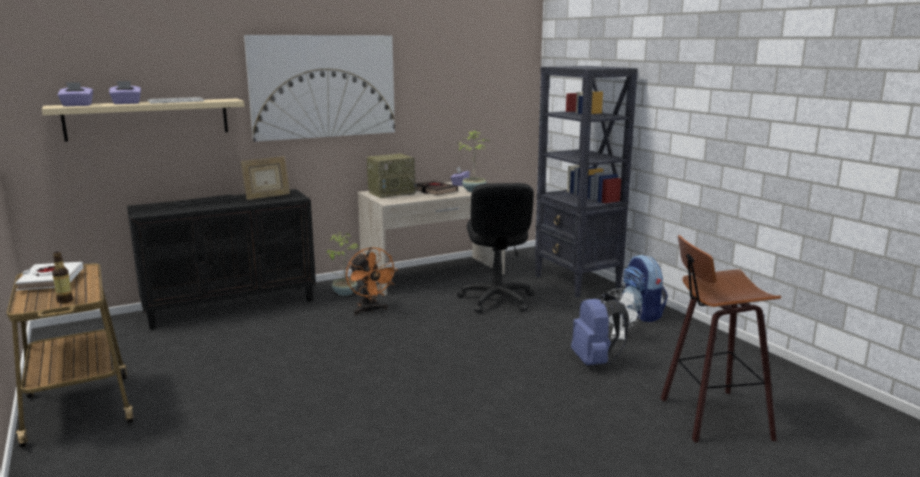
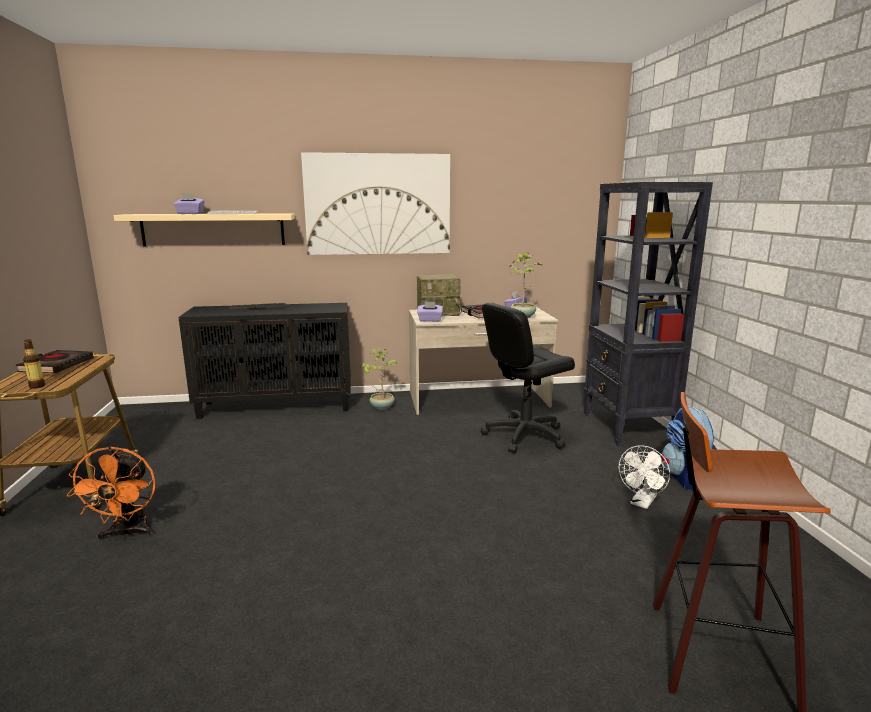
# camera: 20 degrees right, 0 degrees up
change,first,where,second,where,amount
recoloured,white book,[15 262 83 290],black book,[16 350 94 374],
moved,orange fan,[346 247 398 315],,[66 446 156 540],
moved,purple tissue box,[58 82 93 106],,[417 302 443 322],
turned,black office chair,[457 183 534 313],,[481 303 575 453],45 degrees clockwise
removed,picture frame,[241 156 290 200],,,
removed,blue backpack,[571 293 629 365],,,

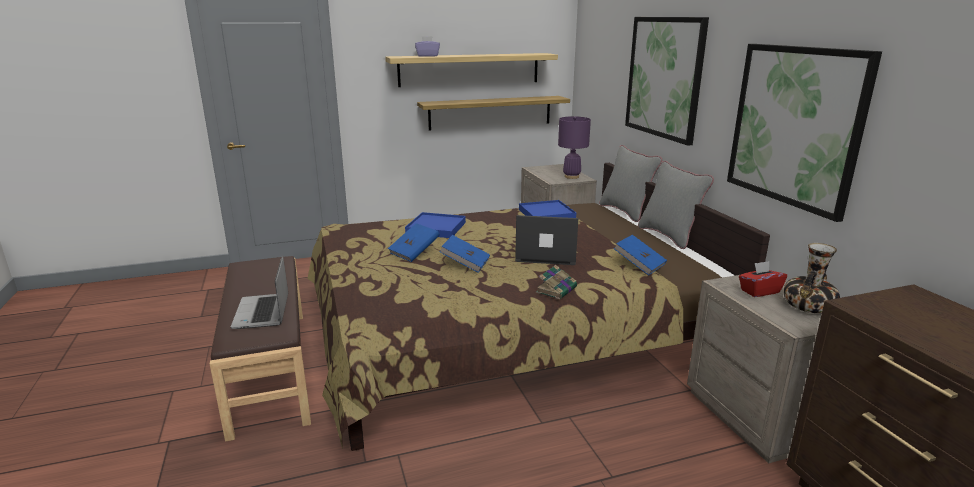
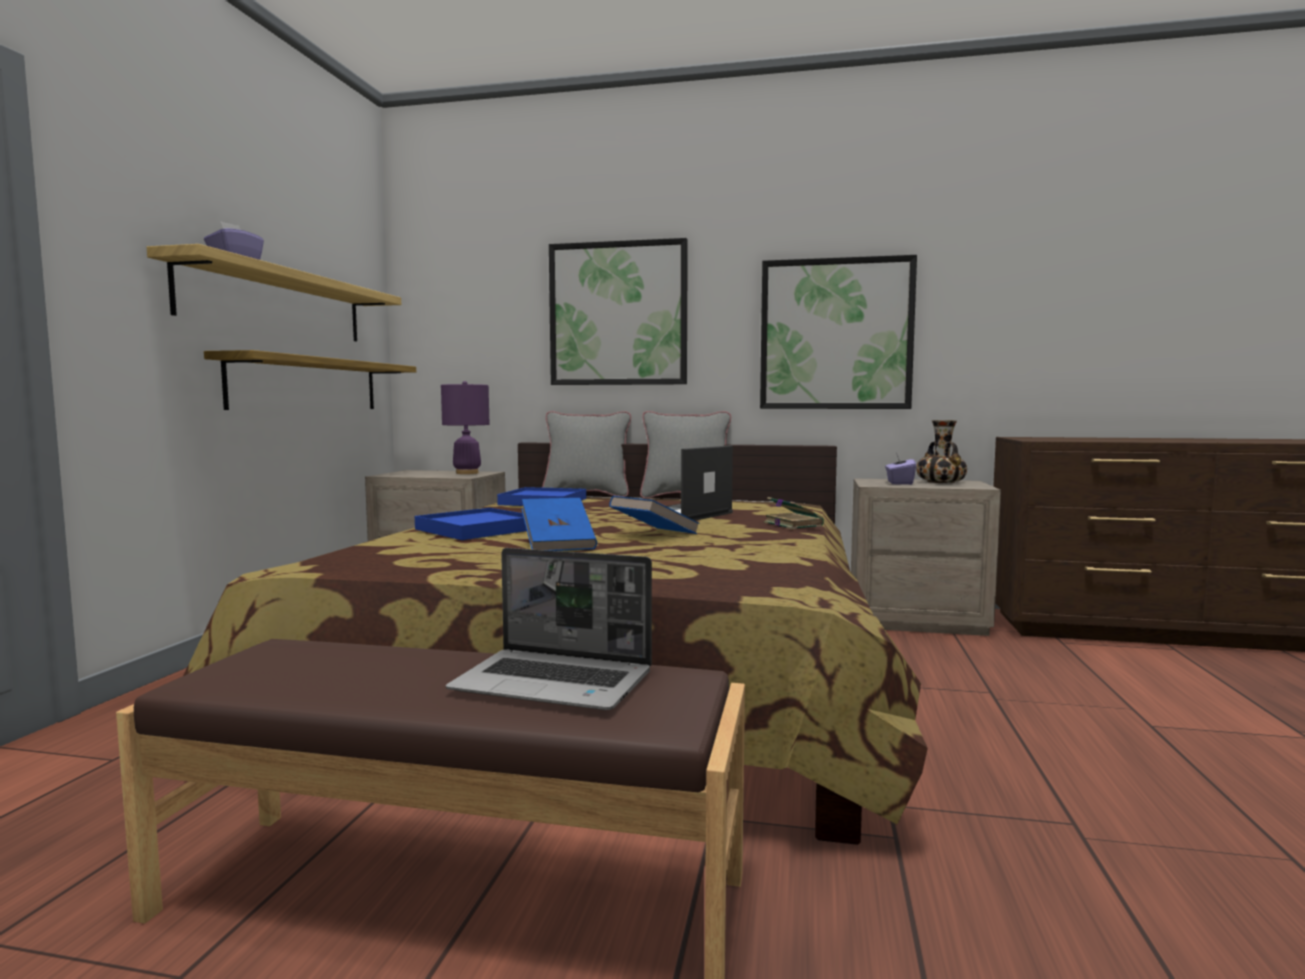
# camera: 60 degrees left, 15 degrees down
change,first,where,second,where,amount
recoloured,red tissue box,[739 261 787 297],purple tissue box,[885 452 916 485],
removed,blue book,[613 235 667 275],,,

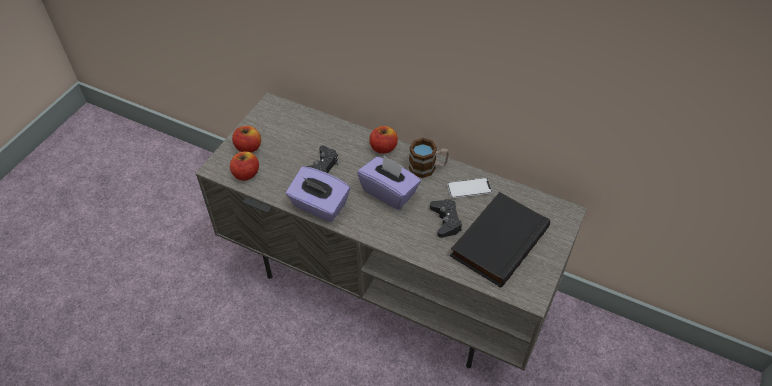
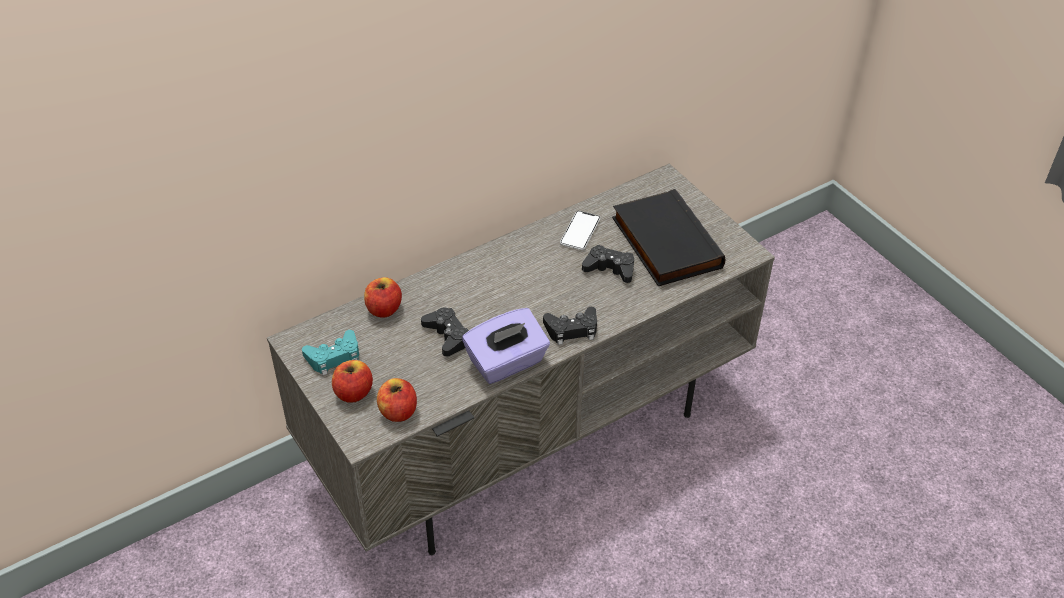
# camera: 60 degrees left, 5 degrees down
change,first,where,second,where,amount
added,,,turquoise game controller,[302 330 359 375],
moved,apple,[369 126 398 154],,[364 277 402 318],
added,,,black game controller,[543 307 597 345],
removed,purple tissue box,[357 155 421 210],,,
removed,mug,[409 138 449 178],,,

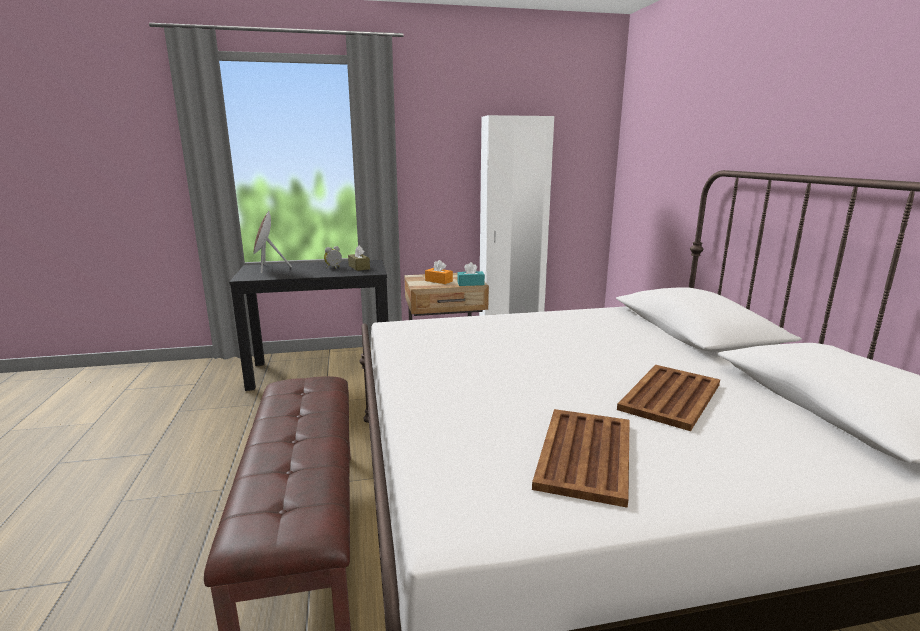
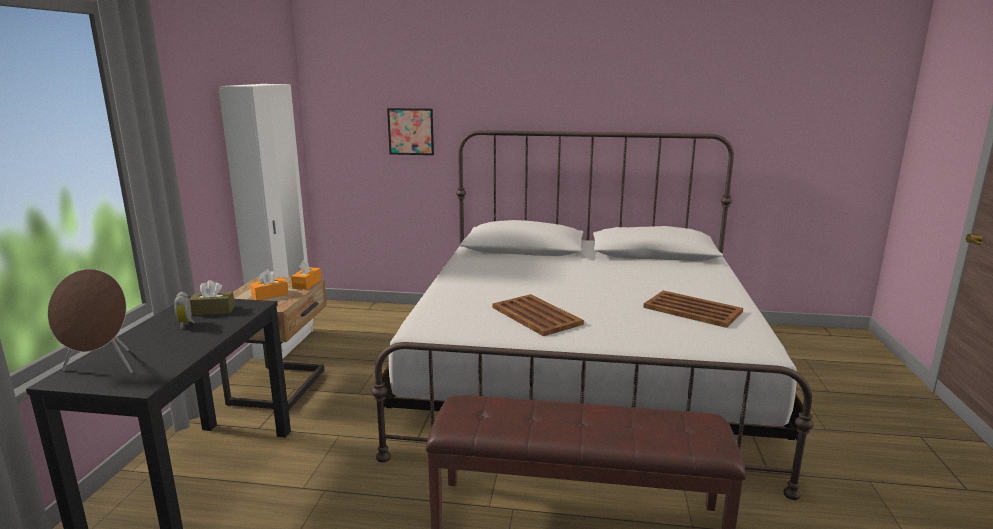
# camera: 70 degrees left, 0 degrees up
change,first,where,second,where,amount
recoloured,turquoise tissue box,[457 262 485 286],orange tissue box,[291 260 322 290],
added,,,picture,[387 108 434 155],
moved,brown tray,[617 365 720 431],,[493 294 584 336],

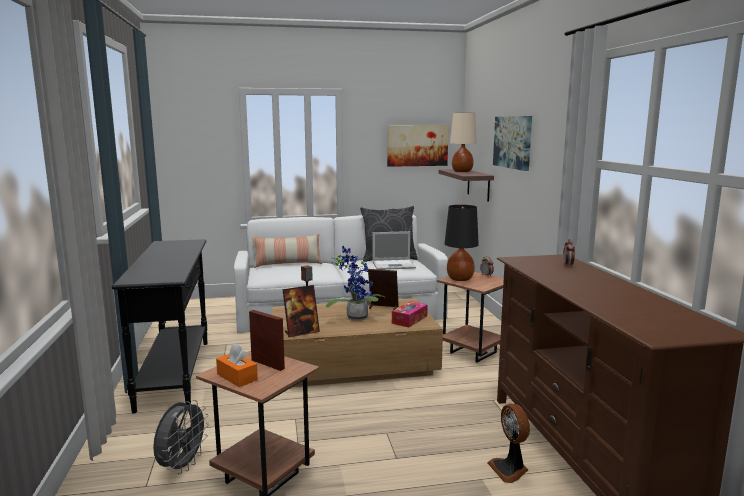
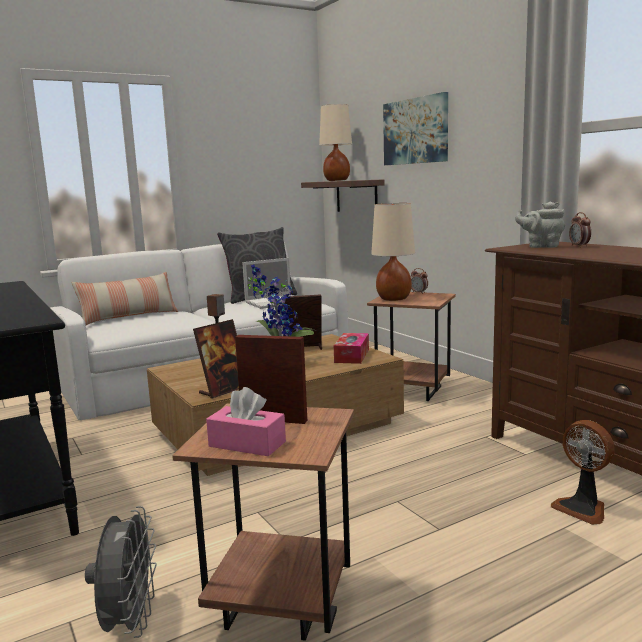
# camera: 20 degrees left, 0 degrees up
change,first,where,second,where,amount
recoloured,orange tissue box,[216 344 258 387],pink tissue box,[206 387 286 456],
recoloured,black table lamp,[444 205 479 281],beige table lamp,[371 203 415 301],
added,,,grey teapot,[515 202 565 248],
removed,picture,[387 125 449 167],,,

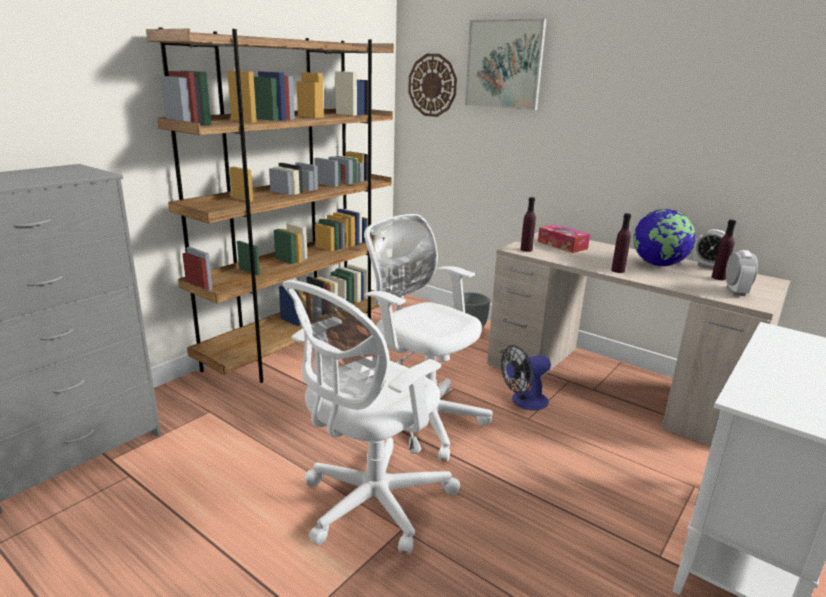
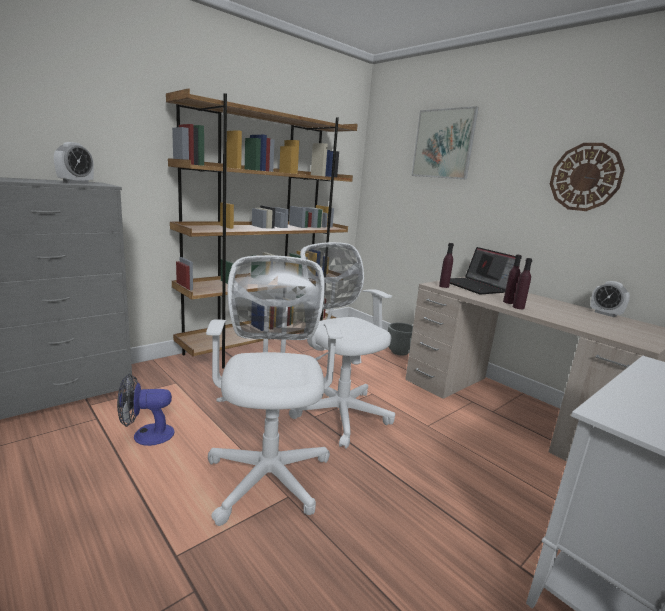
# camera: 10 degrees right, 5 degrees down
change,first,where,second,where,amount
moved,alarm clock,[725 250 758 296],,[54 142 94 184],
moved,fan,[501 345 551 410],,[117 374 174 446],
turned,white office chair,[283 280 460 555],,[206 255 343 526],120 degrees clockwise
replaced,tissue box,[538 224 590 253],laptop,[450 247 515 294],
moved,purple bottle,[712 220 736 280],,[503 255 522 304],
moved,wall clock,[408 54 457 117],,[550 143 625 211],
removed,globe,[633 209 696 266],,,

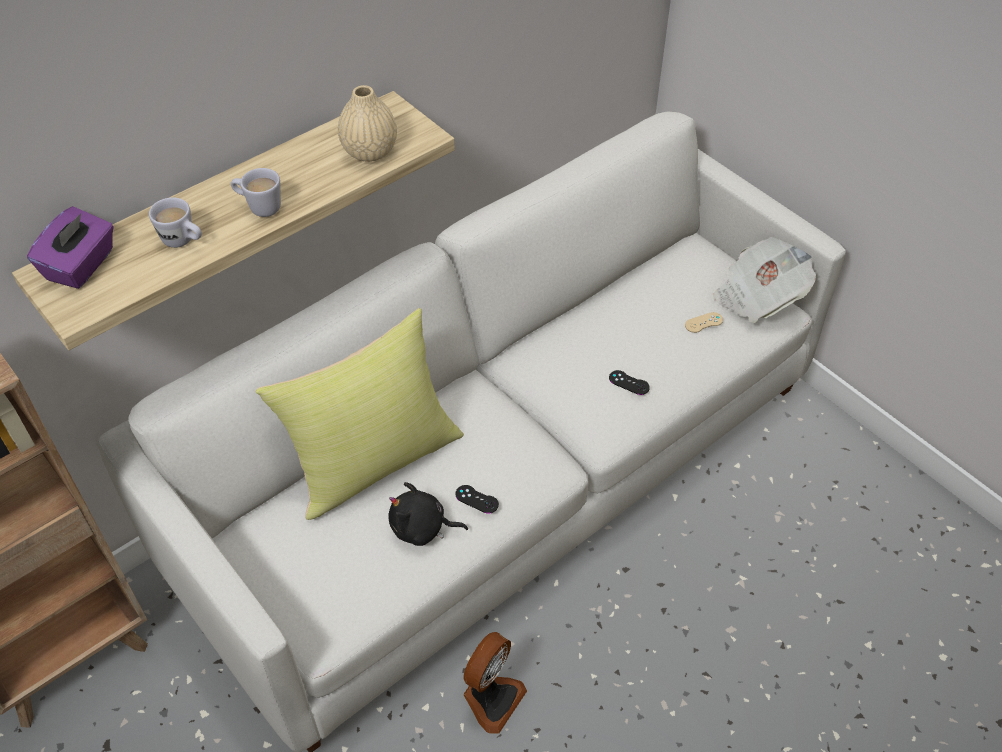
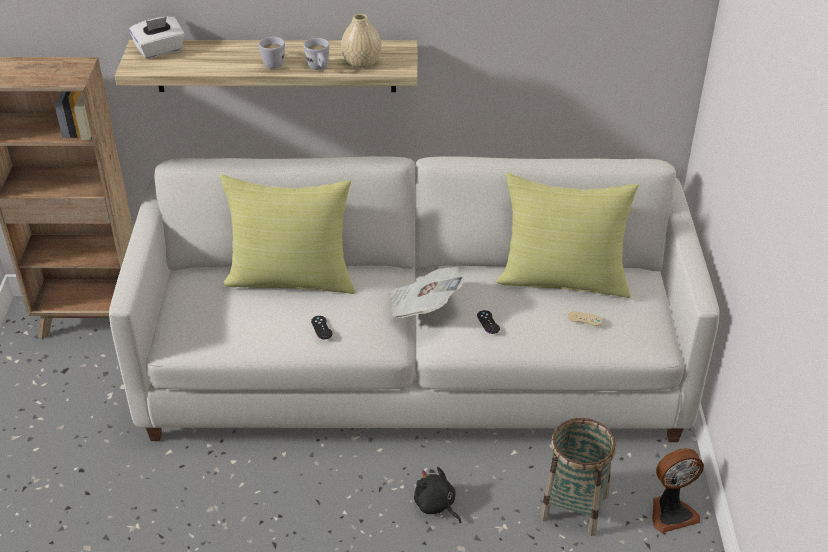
# camera: 40 degrees right, 10 degrees down
change,first,where,second,where,amount
recoloured,purple tissue box,[27 206 114 289],white tissue box,[129 16 185 59],
moved,white mug,[149 197 202 248],,[304 38 330 70],
moved,newspaper,[713 237 816 323],,[389 267 464 318],
moved,black plush toy,[388 482 468 546],,[414 467 461 523],
added,,,yellow pillow,[496 173 639 298],
added,,,basket,[540 418 616 536],
moved,fan,[463 632 527 734],,[652 448 704 533],

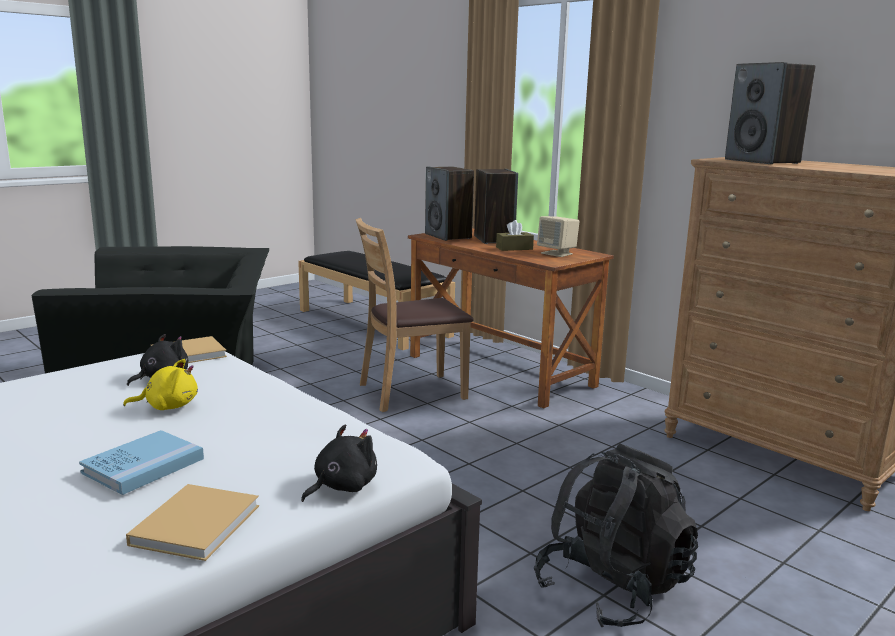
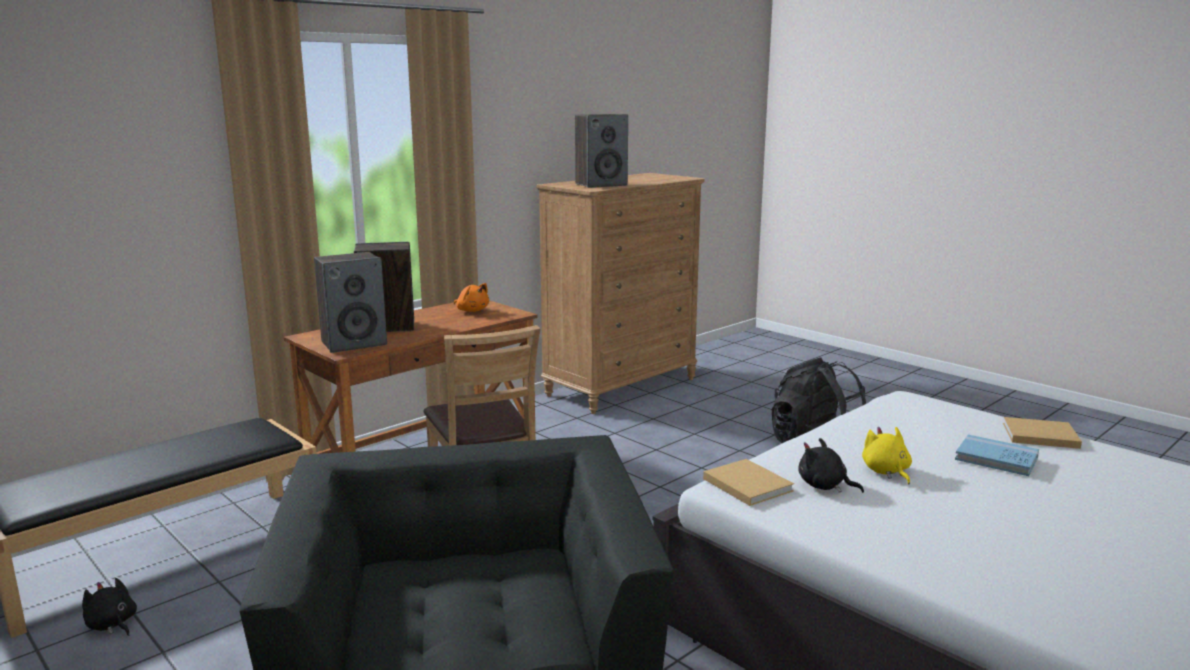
# camera: 90 degrees left, 0 degrees up
change,first,where,second,where,amount
moved,black plush toy,[301 425 377 502],,[82 578 137 636],
replaced,beige speaker,[537 216 579 257],orange plush toy,[454 283 489 312],
removed,brown tissue box,[496 220 534 251],,,

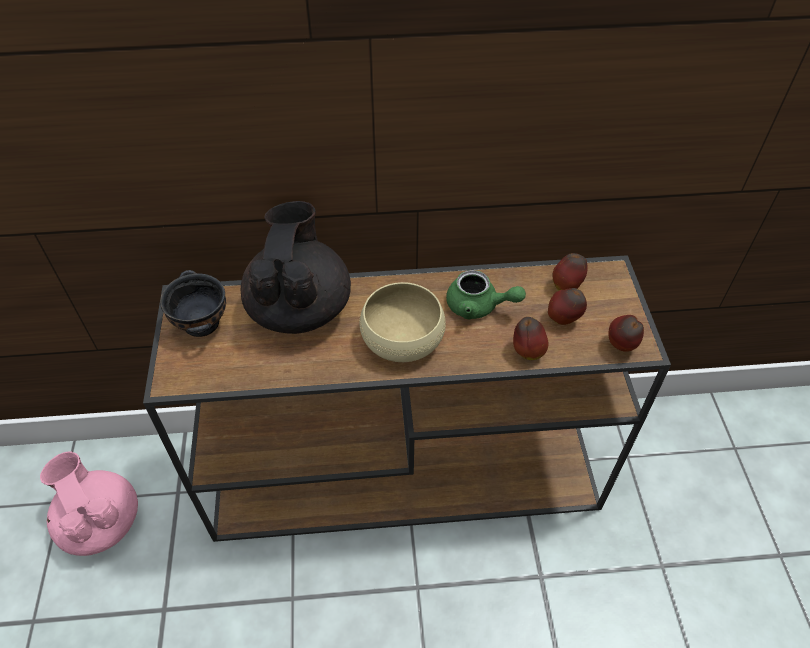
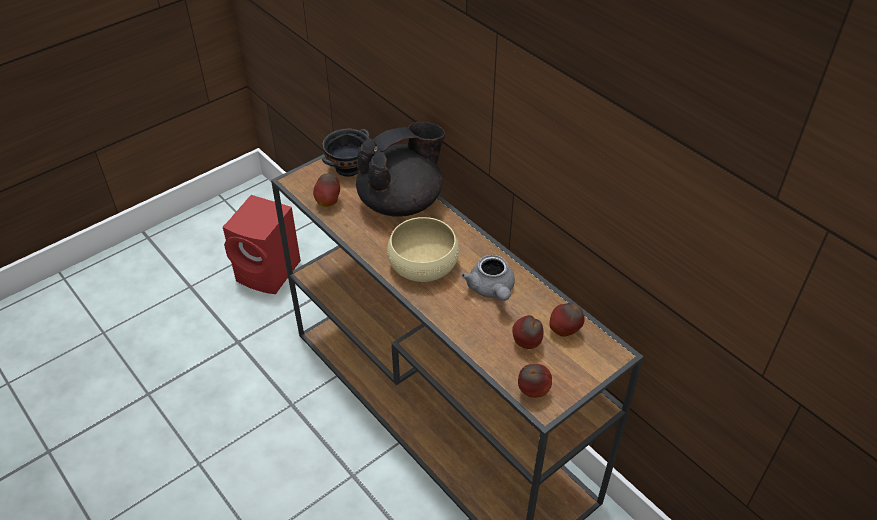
# camera: 55 degrees right, 5 degrees down
change,first,where,second,where,amount
replaced,pink teapot,[40 451 138 556],red speaker,[223 195 301 294],
moved,apple,[513 317 548 360],,[313 173 340 208],
recoloured,green teapot,[446 270 526 319],grey teapot,[461 255 515 301],

